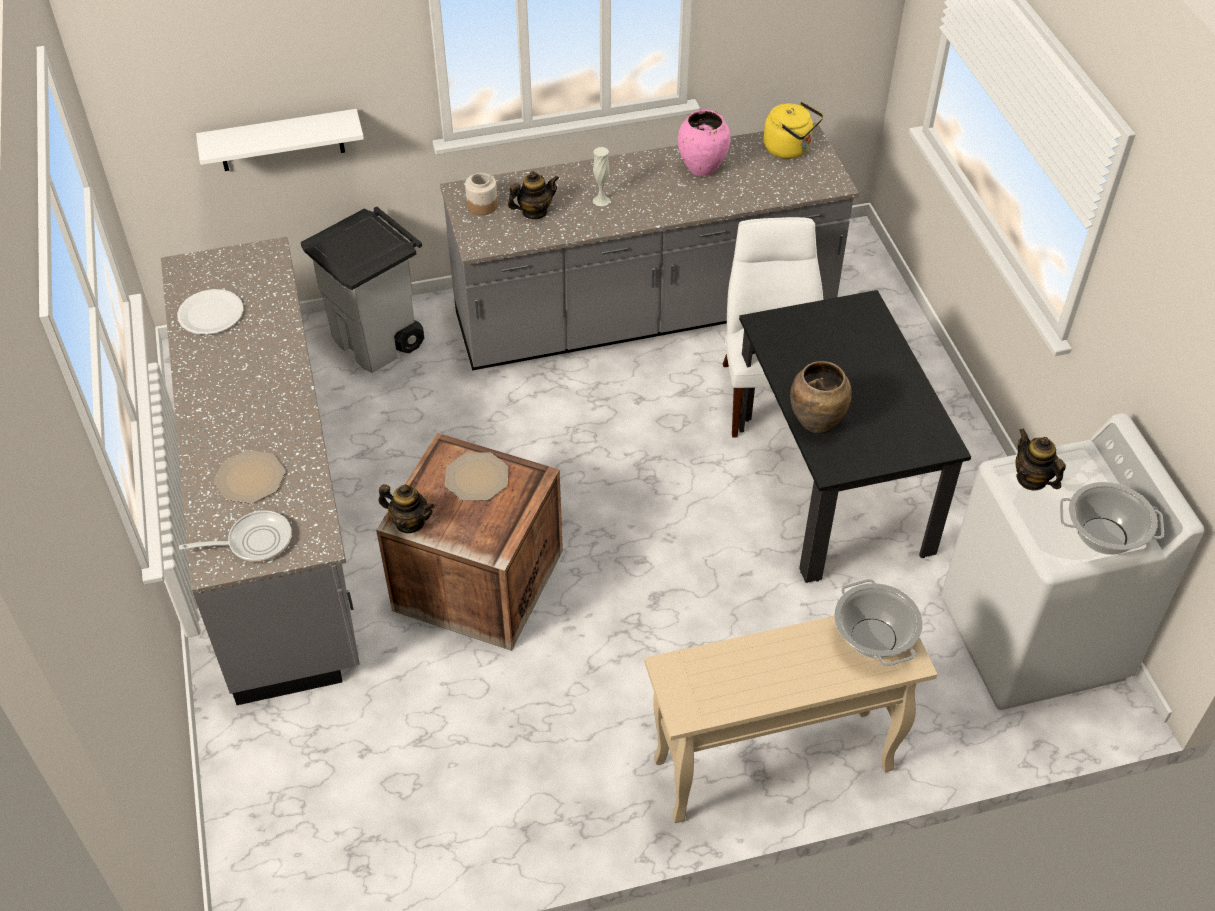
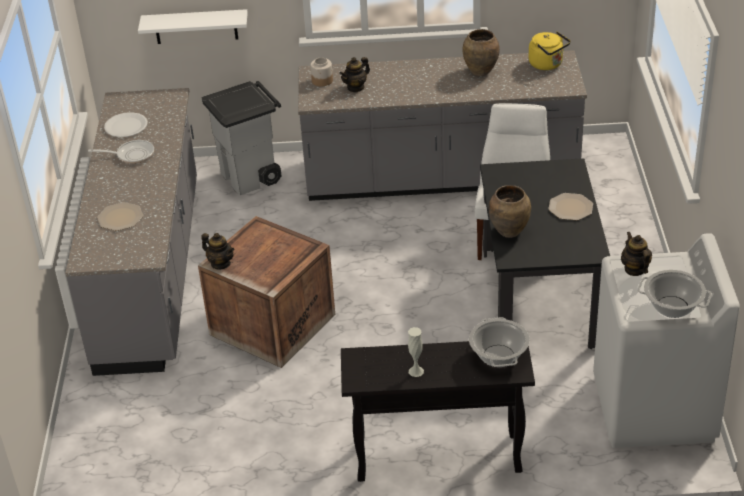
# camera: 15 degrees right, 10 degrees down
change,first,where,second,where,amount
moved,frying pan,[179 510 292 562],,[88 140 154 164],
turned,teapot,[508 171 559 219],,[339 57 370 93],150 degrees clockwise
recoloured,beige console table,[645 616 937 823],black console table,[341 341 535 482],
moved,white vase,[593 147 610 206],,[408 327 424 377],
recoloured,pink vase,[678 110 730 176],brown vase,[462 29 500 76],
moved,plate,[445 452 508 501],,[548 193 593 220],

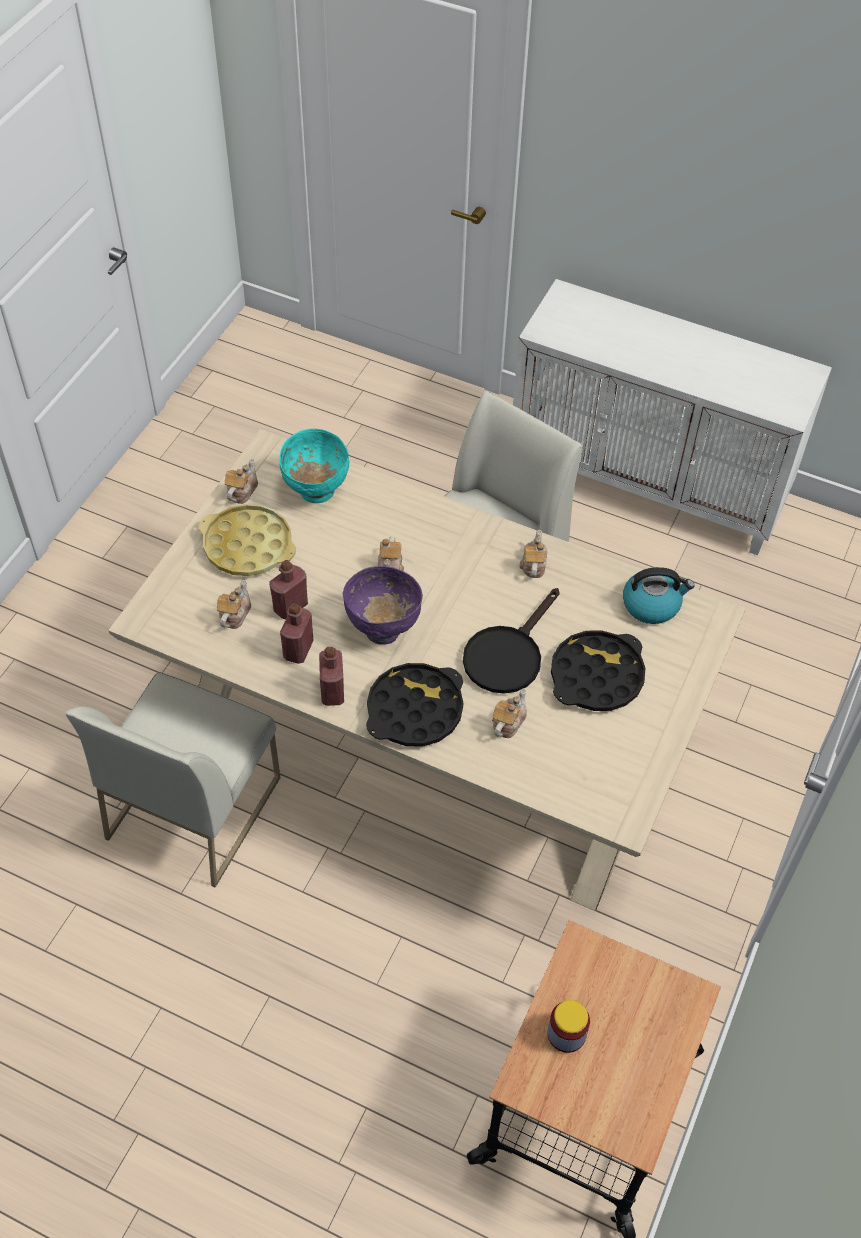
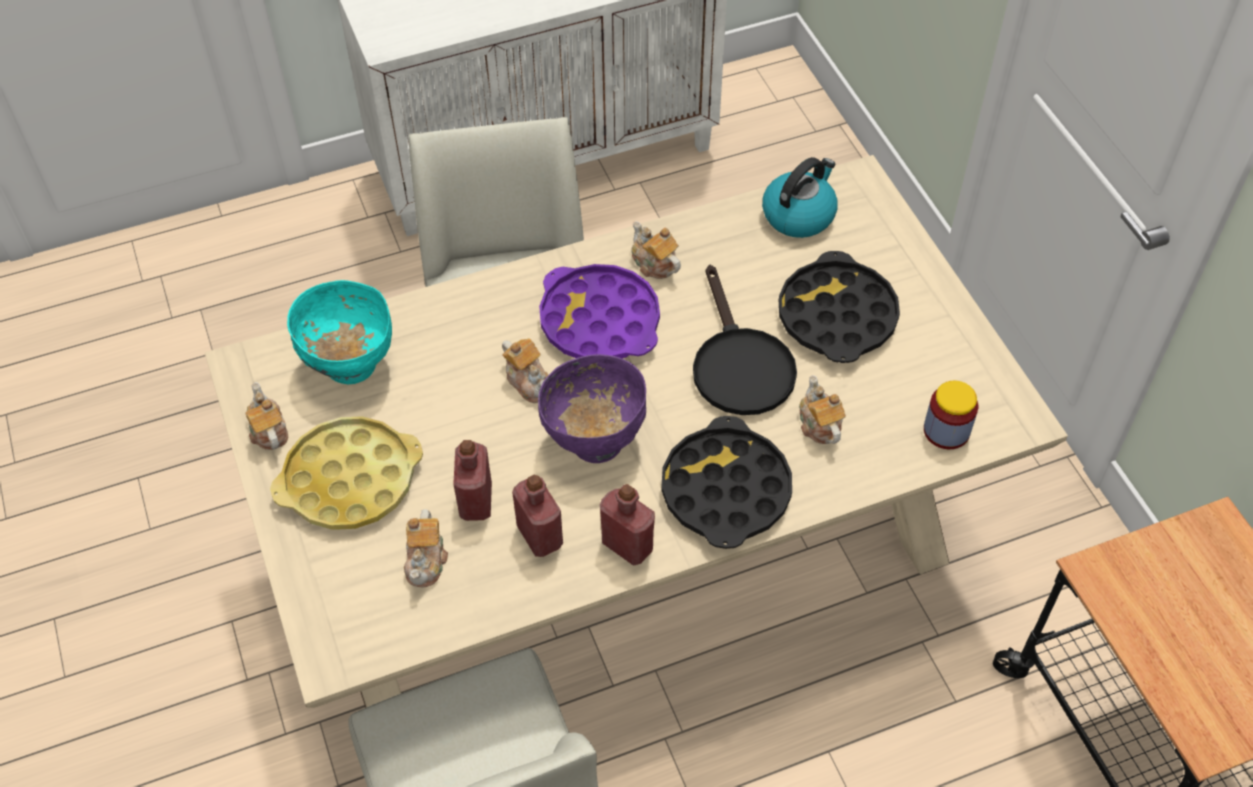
# camera: 45 degrees left, 0 degrees up
change,first,where,second,where,amount
turned,teapot,[217 580 251 629],,[404 509 448 587],150 degrees counterclockwise
added,,,purple tray,[539 264 660 358],
moved,jar,[547 1000 590 1053],,[924 381 978 449],

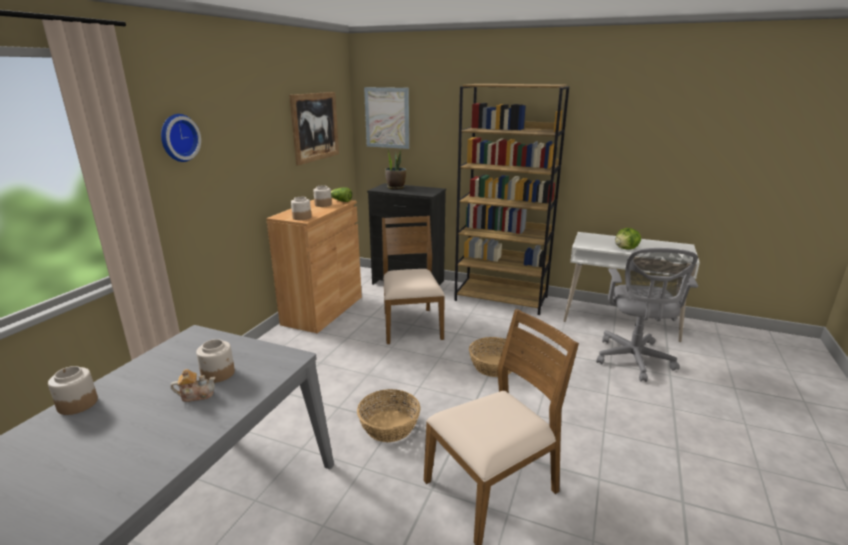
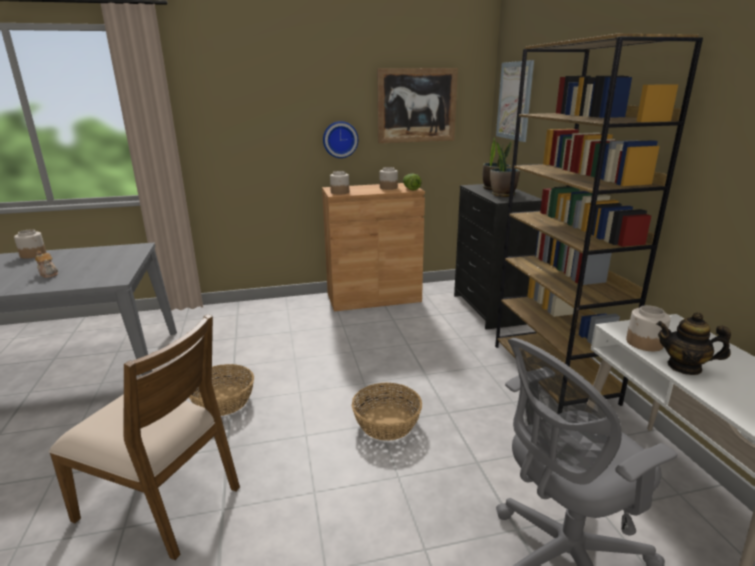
# camera: 55 degrees right, 0 degrees up
change,first,where,second,where,amount
moved,wall clock,[161 114 201 162],,[323 121 358 158],
added,,,potted plant,[490 142 520 197],
moved,jar,[196 339 235 383],,[626 305 671 351],
replaced,lettuce,[615 228 641 250],teapot,[657 312 731 375],
removed,brown chair,[382 216 445 344],,,

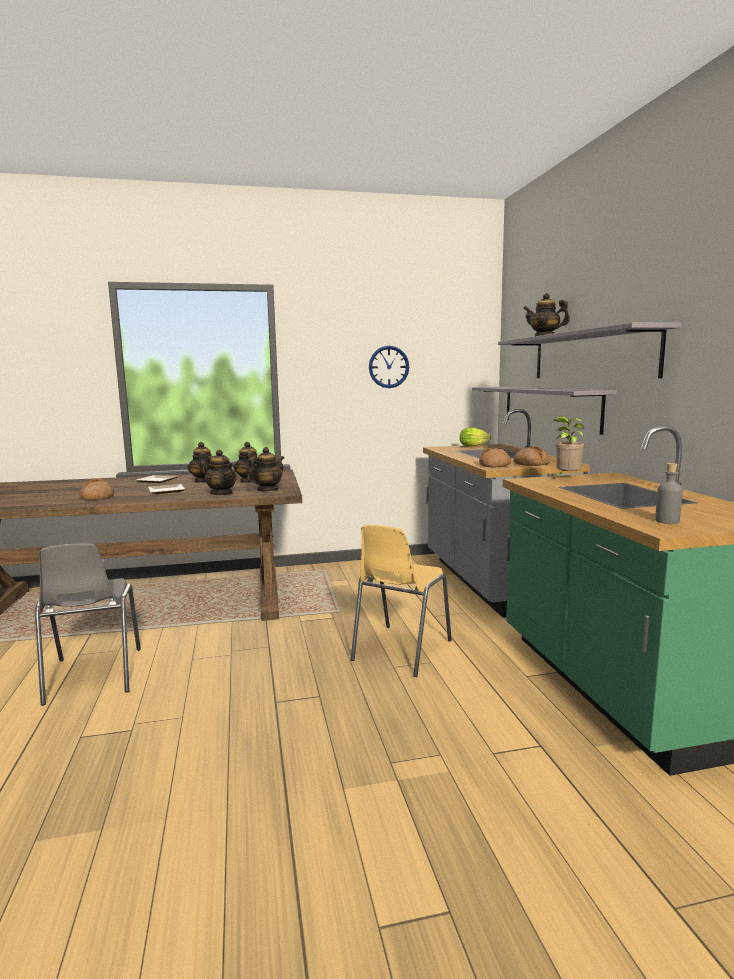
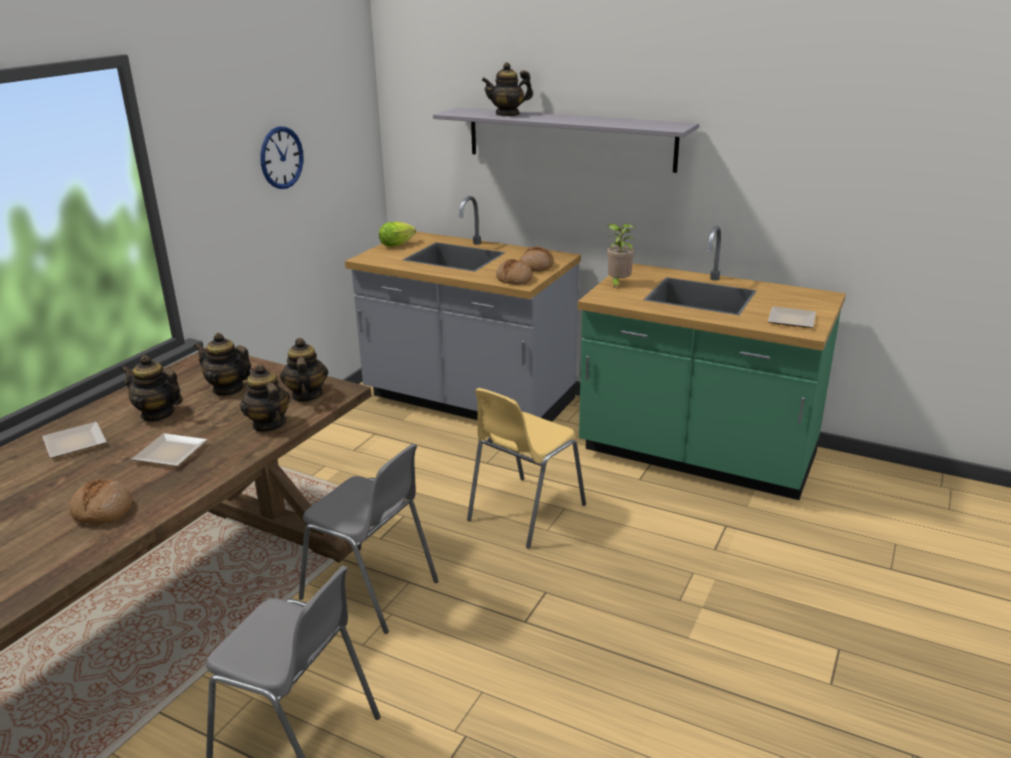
# camera: 50 degrees left, 15 degrees up
change,first,where,second,where,amount
turned,teapot,[205 450 237 495],,[240 364 290 432],120 degrees counterclockwise
added,,,grey chair,[299 444 439 634],
turned,yellow chair,[351 525 452 677],,[467 388 586 549],60 degrees clockwise
replaced,grey bottle,[655 463 683 524],plate,[768 306 816 328],
removed,grey shelf,[472 387 616 435],,,

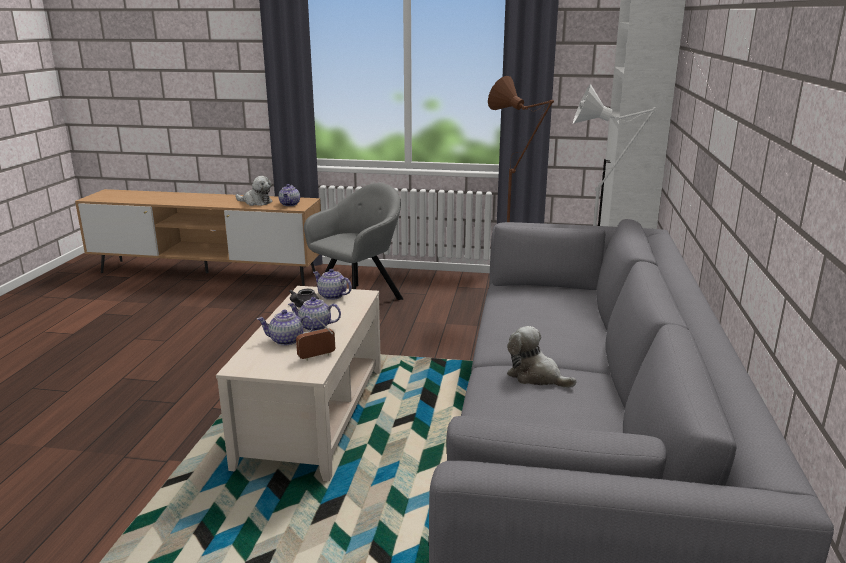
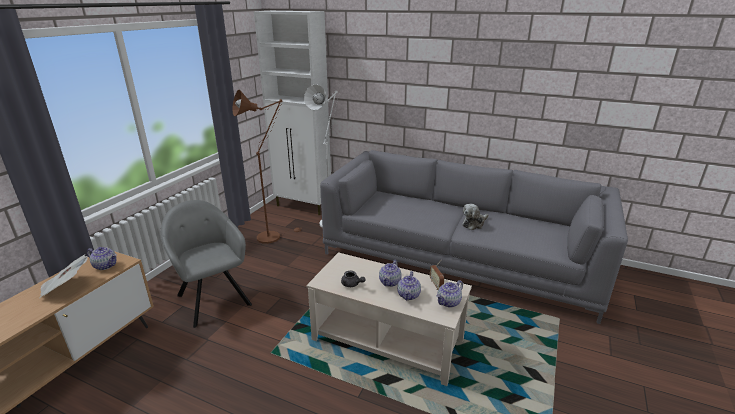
# camera: 75 degrees left, 5 degrees up
change,first,where,second,where,amount
replaced,plush toy,[235 176 273 206],newspaper,[39 254 88 298],
moved,teapot,[313 269 352 300],,[436 280 463 307],

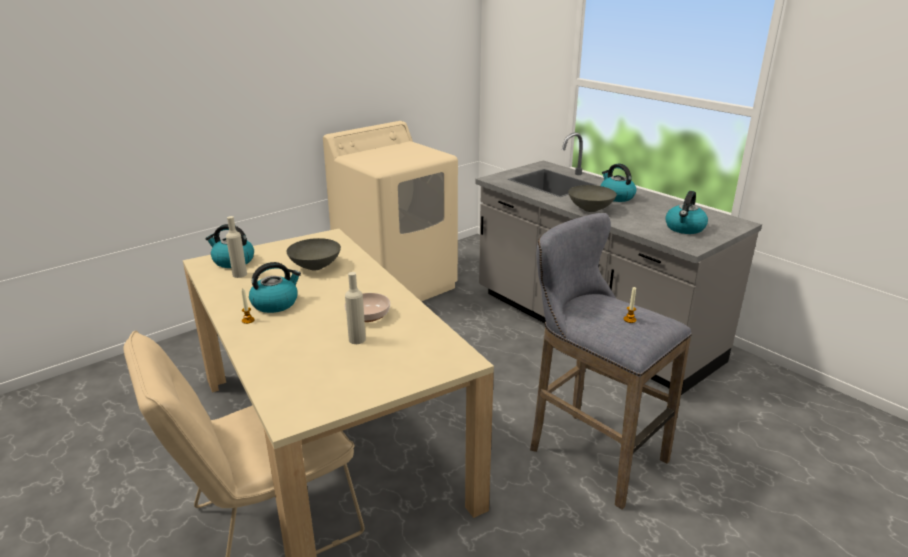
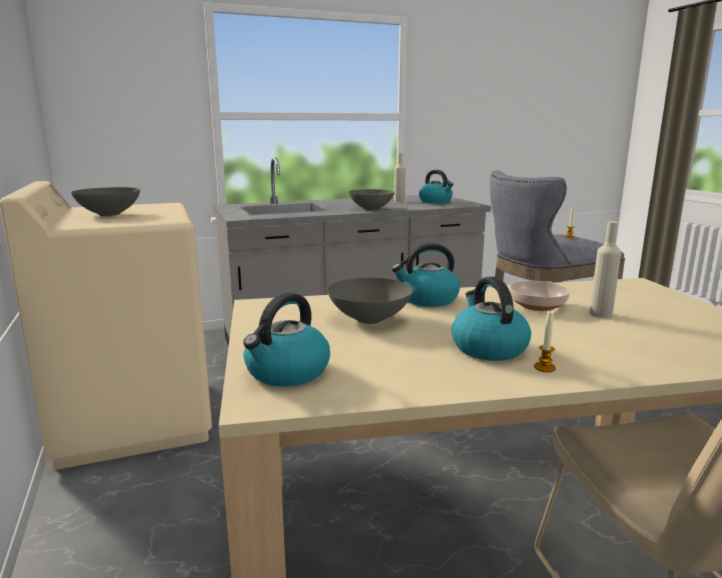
# camera: 70 degrees left, 10 degrees down
change,first,where,second,where,amount
added,,,grey bowl,[71 187 140 216],
moved,kettle,[600 164 636 202],,[392 243 460 307],
moved,beige bottle,[226 216 247 278],,[394 153 406 202],

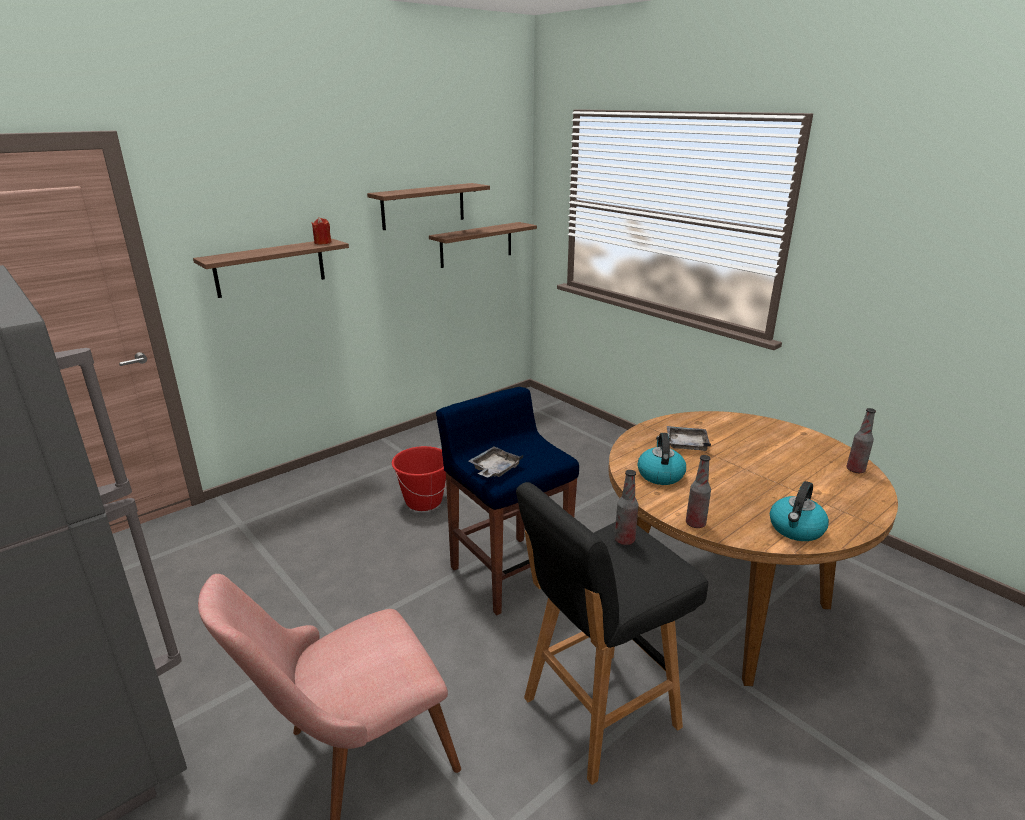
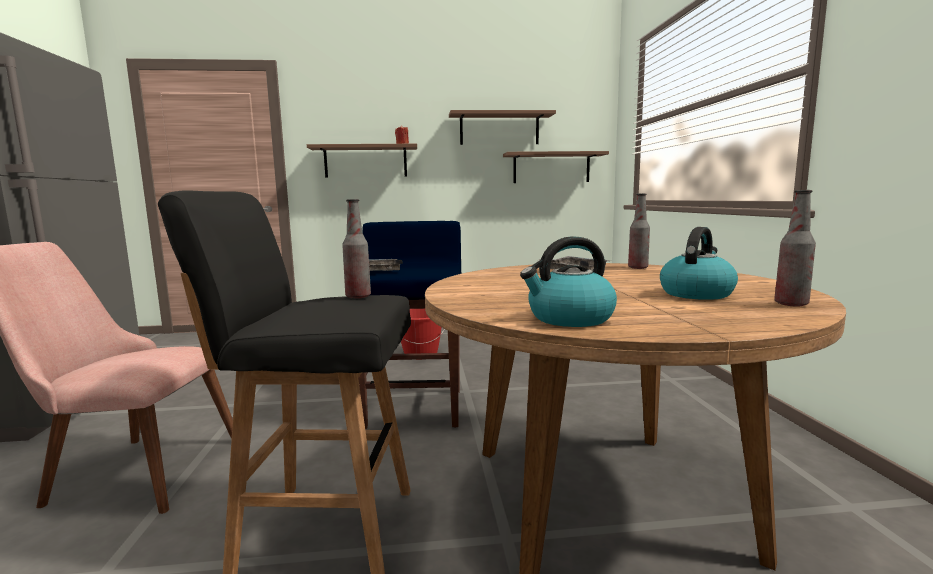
# camera: 35 degrees right, 15 degrees down
change,first,where,second,where,amount
moved,bottle,[686 455 711 528],,[628 193 650 269],
moved,kettle,[638 433 686 485],,[660 227 738 300],

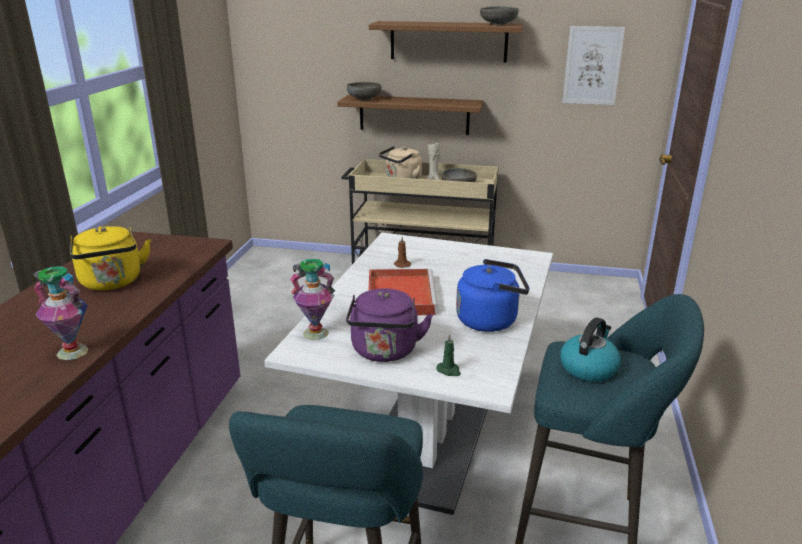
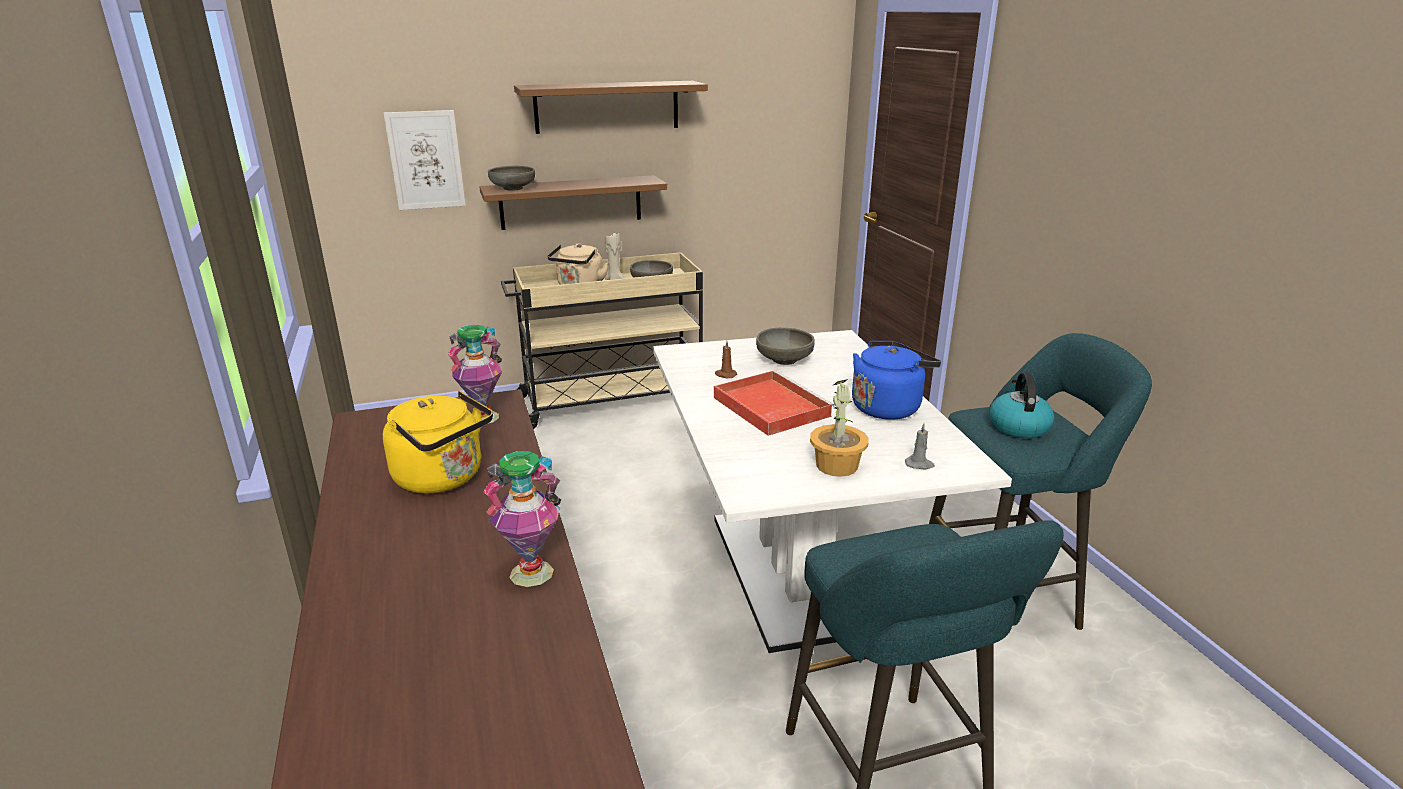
# camera: 30 degrees left, 0 degrees up
change,first,where,second,where,amount
moved,picture,[562 26 625 105],,[384 110 466 210],
moved,vase,[290 259 335 340],,[448 325 502 424],
moved,grey bowl,[480 6 519 25],,[756 328 815 365],
replaced,purple kettle,[346 288 433 362],potted plant,[810 379 869 477],
recoloured,green candle,[436 334 461 376],grey candle,[905 423 935 469],

